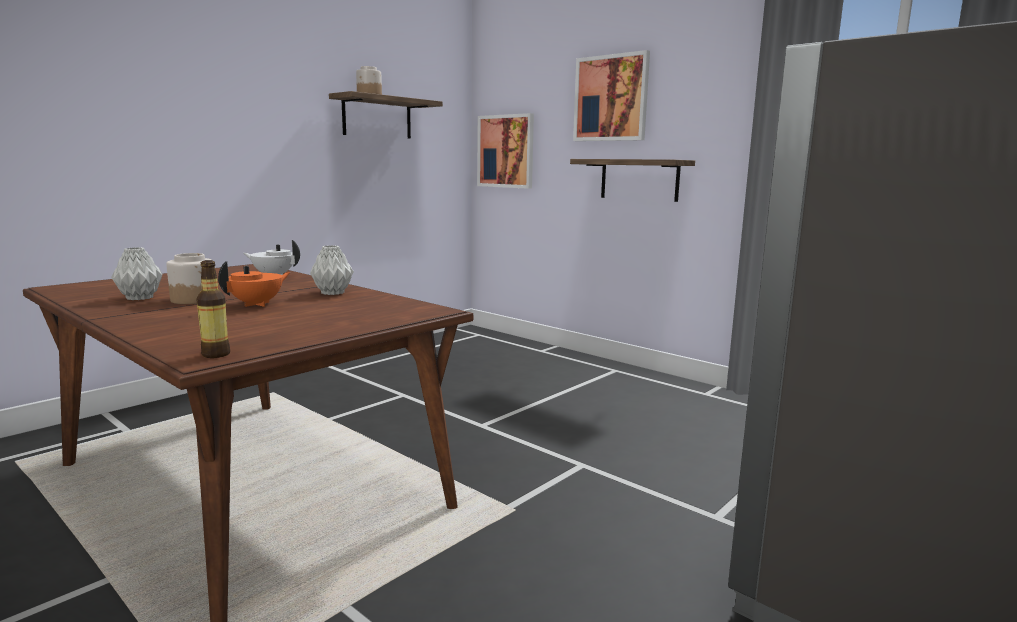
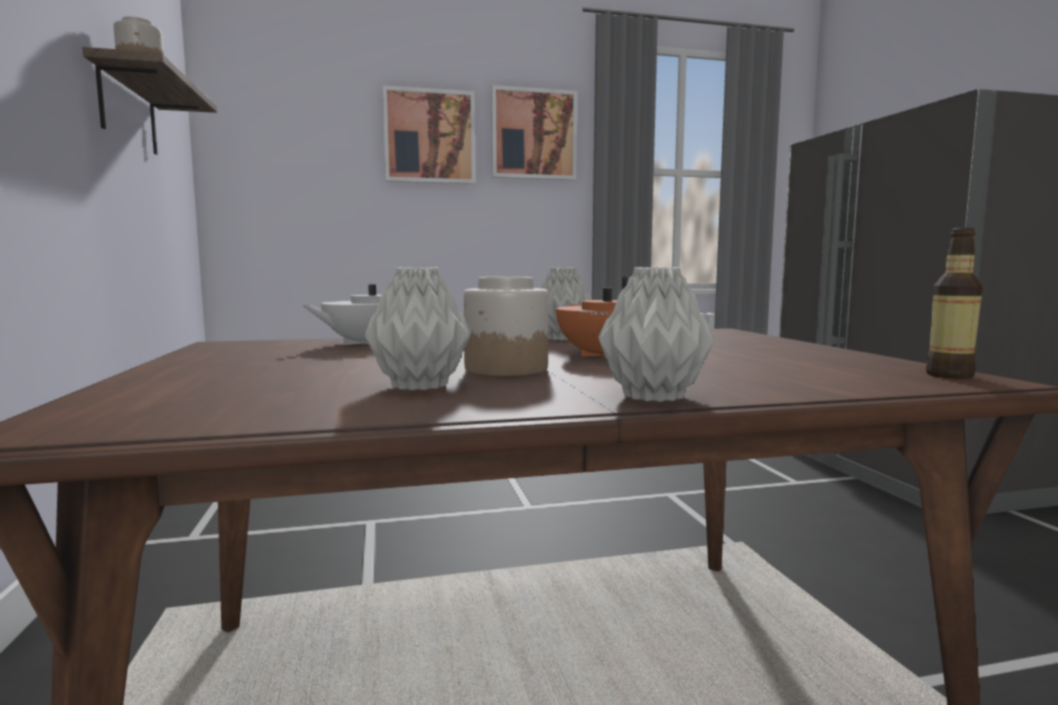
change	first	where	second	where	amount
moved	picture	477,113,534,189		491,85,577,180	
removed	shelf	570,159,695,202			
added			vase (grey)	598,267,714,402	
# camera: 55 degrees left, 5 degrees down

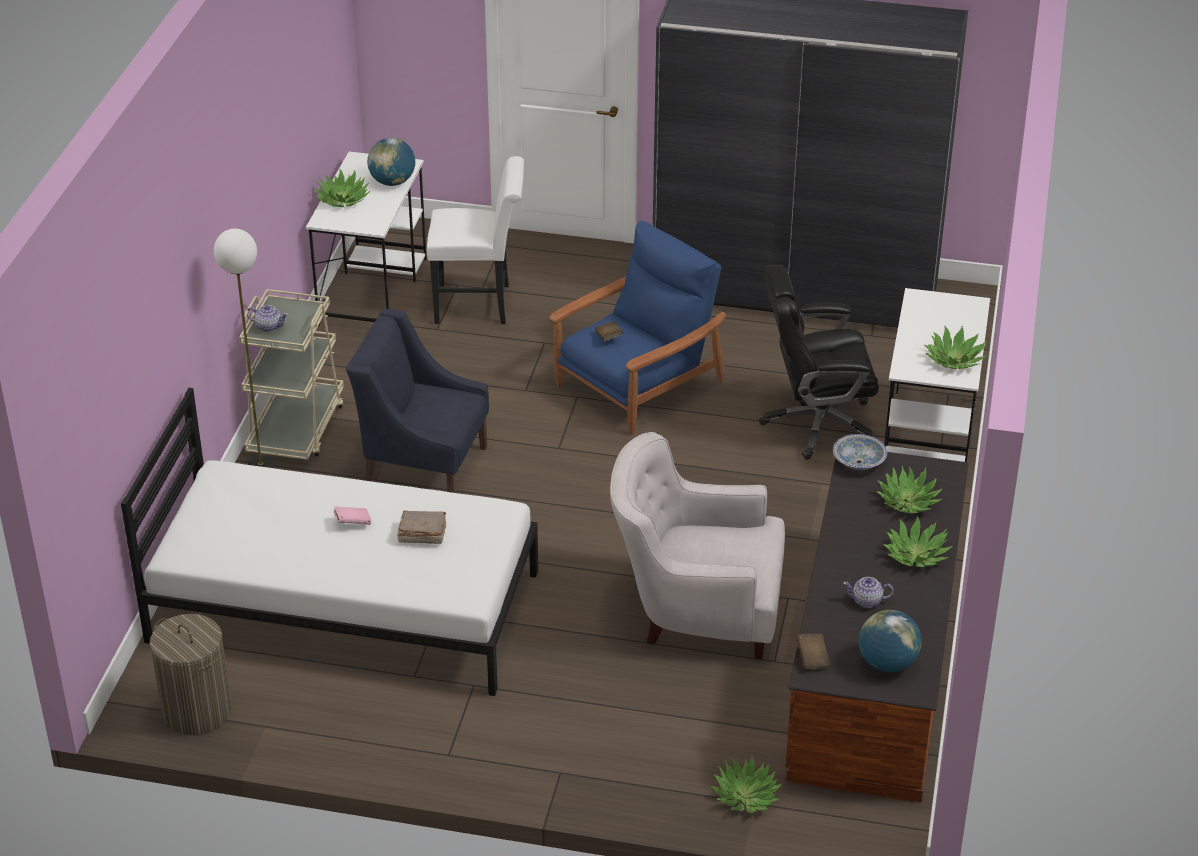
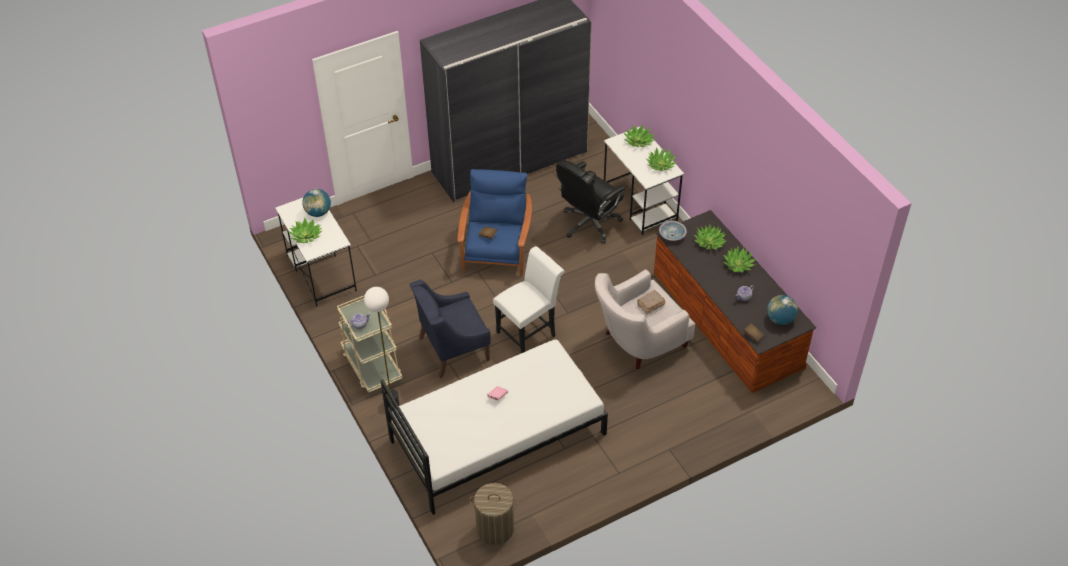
change	first	where	second	where	amount
moved	chair (white)	427,156,524,324		493,246,565,353	
moved	book (brown)	397,510,446,544		637,290,666,314	
moved	potted plant	710,757,782,813		623,125,655,147	
# camera: 40 degrees left, 10 degrees up

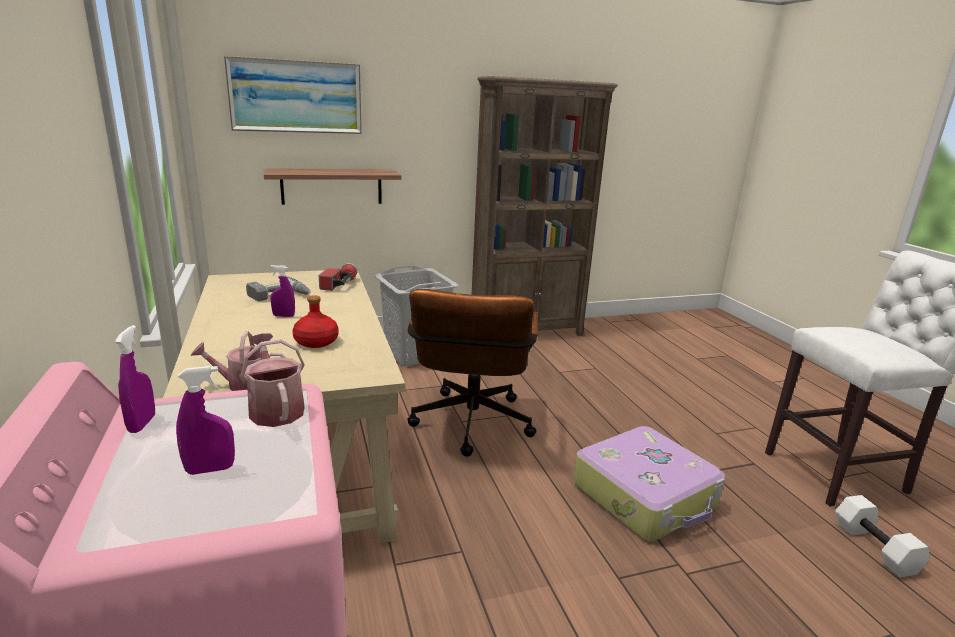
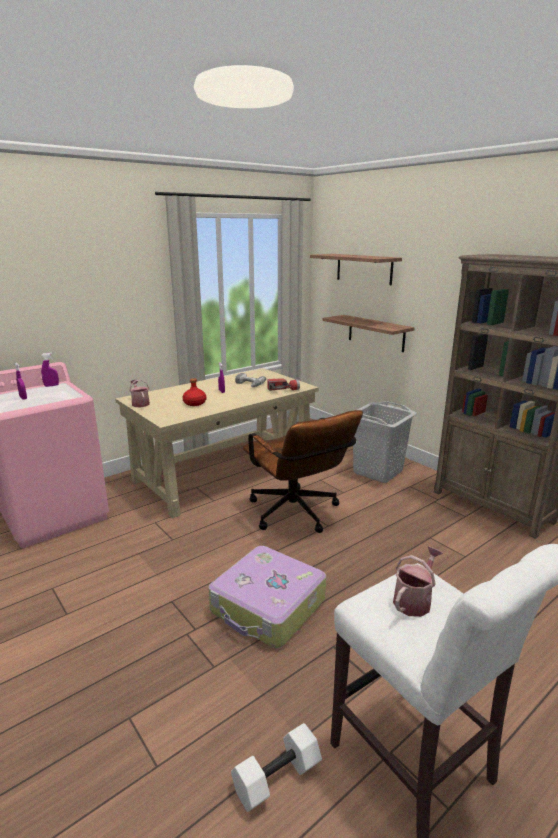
change	first	where	second	where	amount
replaced	picture	224,56,362,134	shelf	310,254,402,285	
turned	office chair (brown)	407,289,538,457		243,410,363,533	105 degrees counterclockwise
moved	watering can	241,333,305,427		393,546,443,617	
# camera: 70 degrees right, 0 degrees up

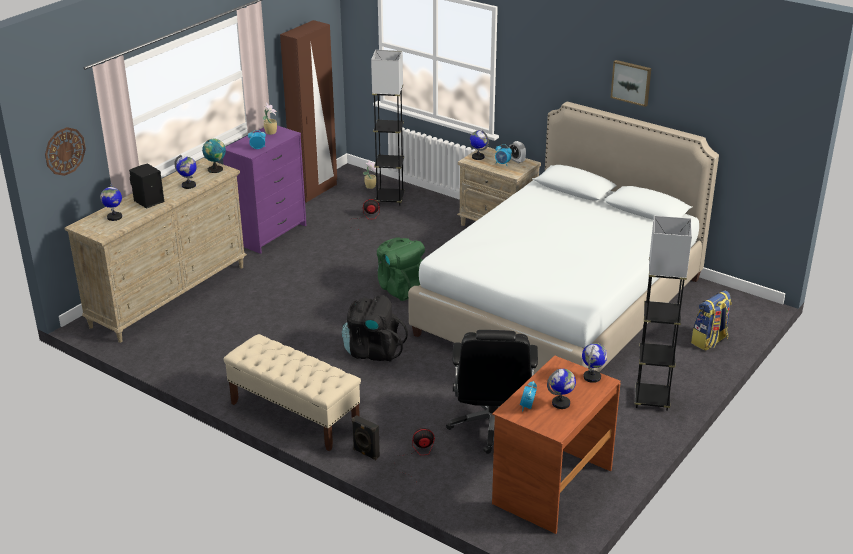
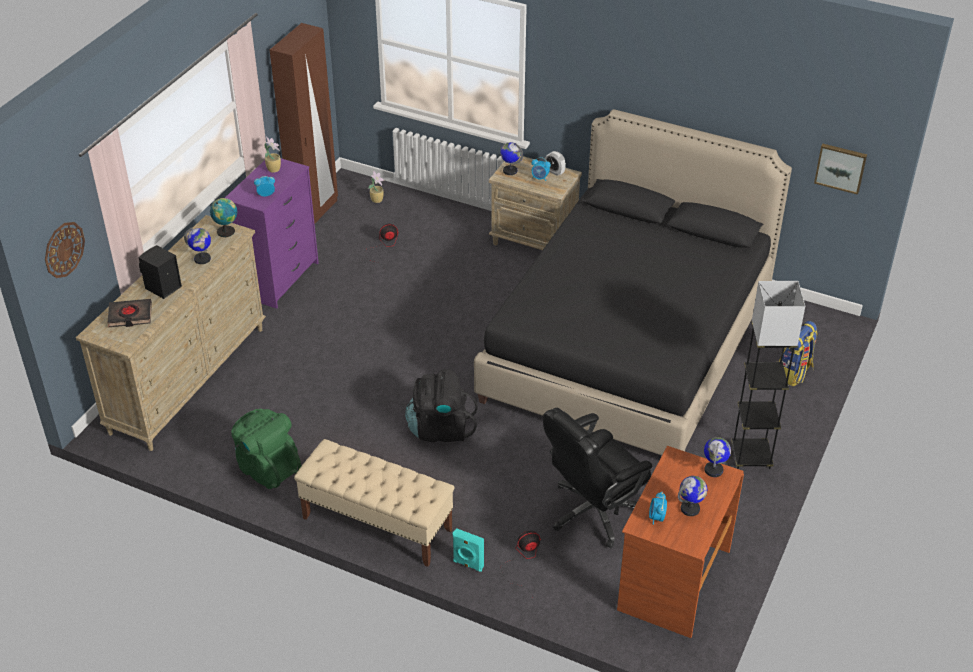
change	first	where	second	where	amount
removed	floor lamp (grey)	371,50,405,206			
moved	picture	611,60,651,107		814,144,867,195	
recoloured	bed (white)	408,102,719,374	bed (black)	474,109,792,455	
replaced	globe	100,183,122,221	book (black)	108,299,152,327	
moved	backpack (green)	377,237,425,301		231,409,301,489	
turned	office chair (black)	446,330,538,454		543,408,652,548	60 degrees clockwise
recoloured	speaker (black)	352,415,380,460	speaker (turquoise)	453,528,484,572	
# camera: 10 degrees left, 10 degrees up

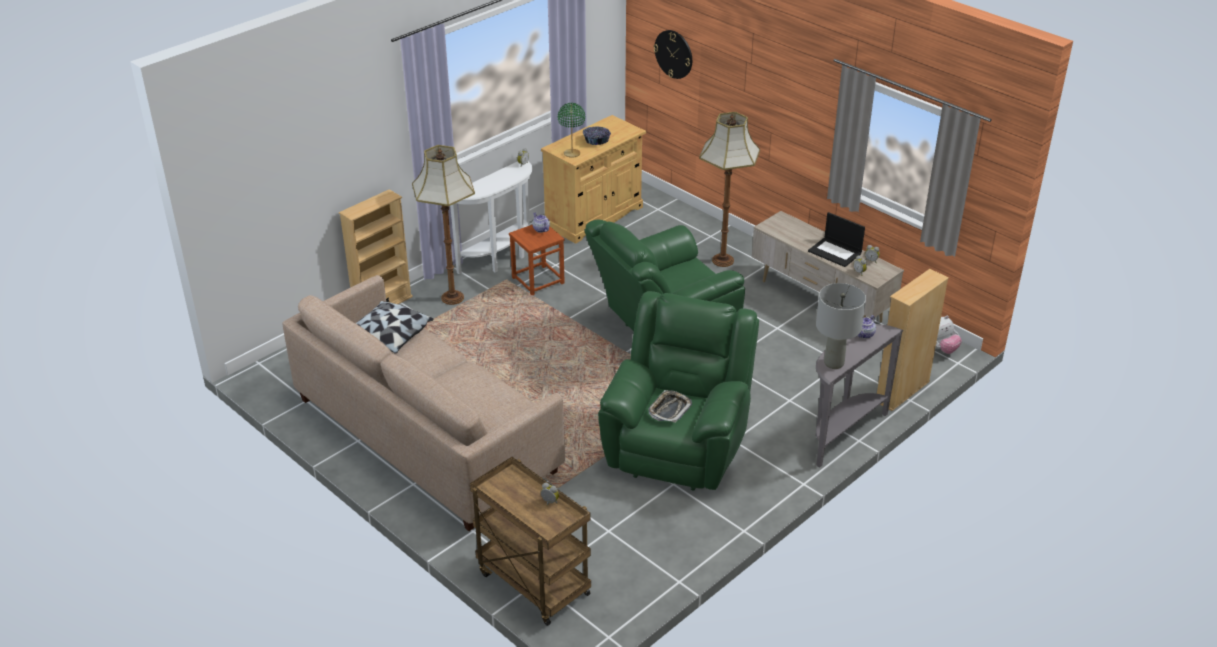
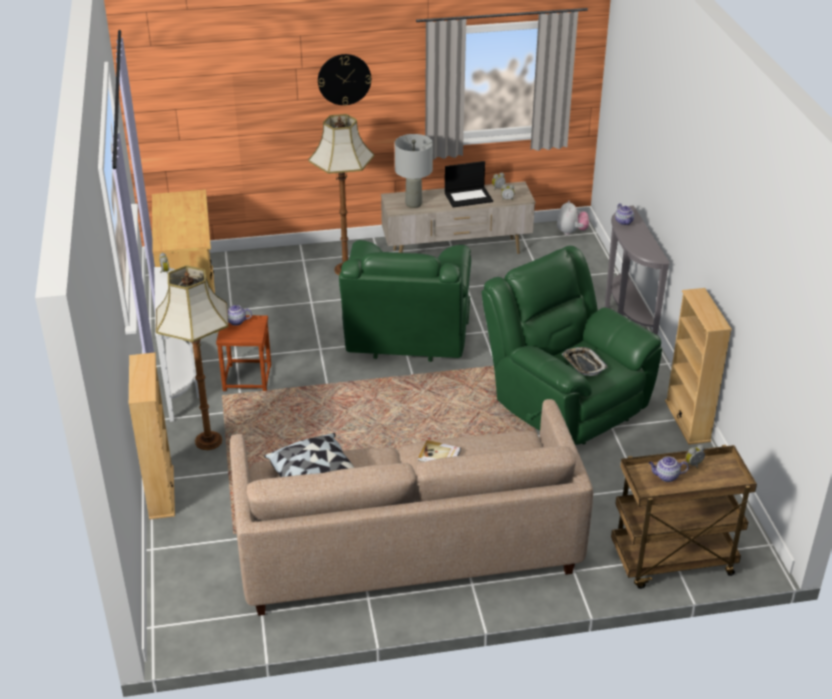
change	first	where	second	where	amount
moved	wall clock	654,30,692,79		318,54,371,106	
removed	table lamp (green)	558,103,585,158			
removed	bowl	583,126,611,145			
moved	bookcase (beige)	877,269,949,411		665,288,732,445	
moved	table lamp (grey)	816,283,866,369		395,134,433,208	
added			book	418,440,461,462	
added			teapot	649,456,689,482	
# camera: 55 degrees left, 0 degrees up

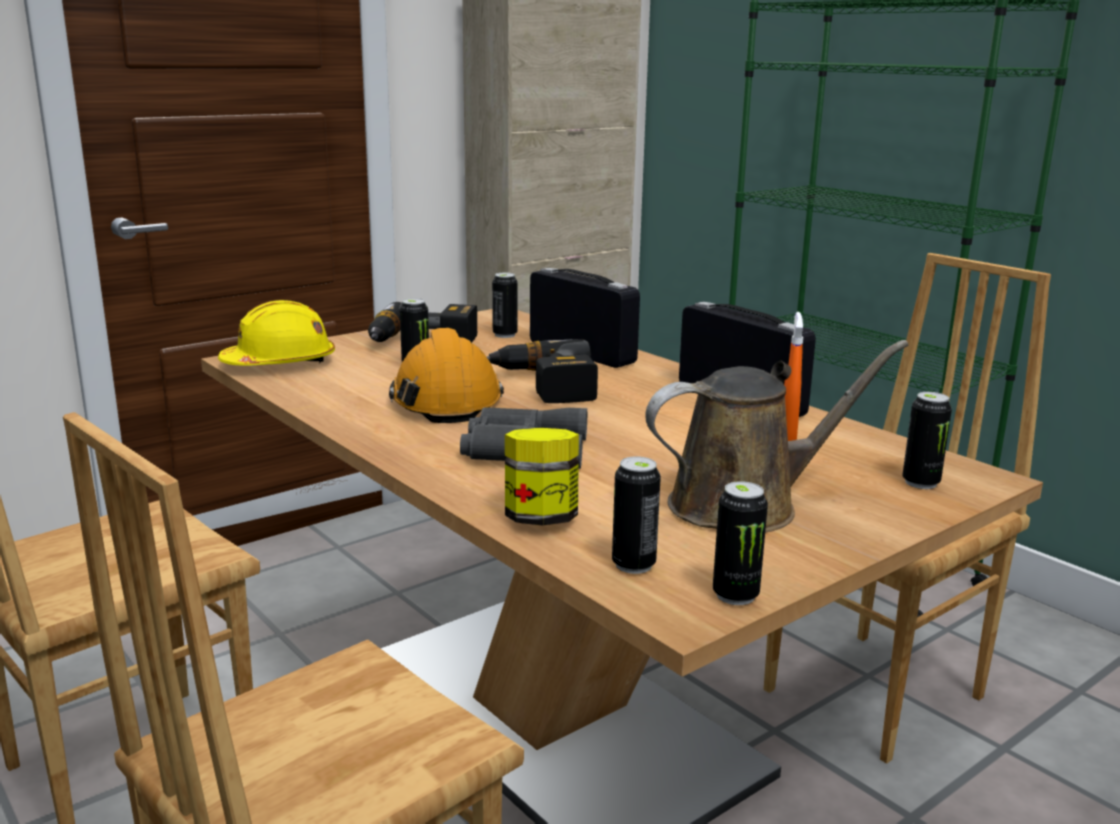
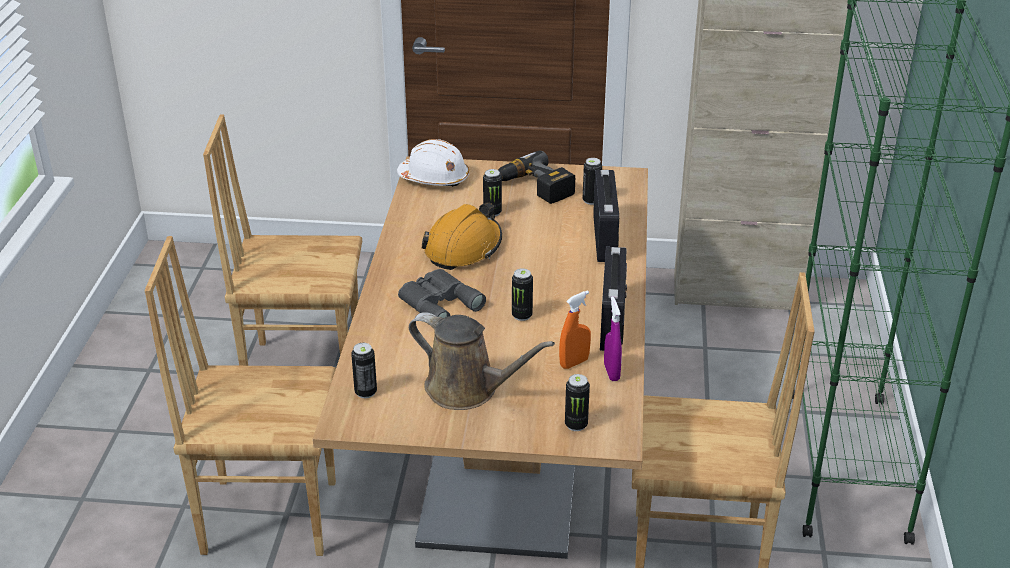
change	first	where	second	where	amount
recoloured	hard hat (yellow)	218,300,335,366	hard hat (white)	397,139,469,187	
removed	power drill	487,339,598,403			
removed	jar	505,428,579,525			
moved	can	713,481,768,605		512,268,533,321	
added			spray bottle (purple)	604,297,622,381	
# camera: 45 degrees right, 15 degrees up

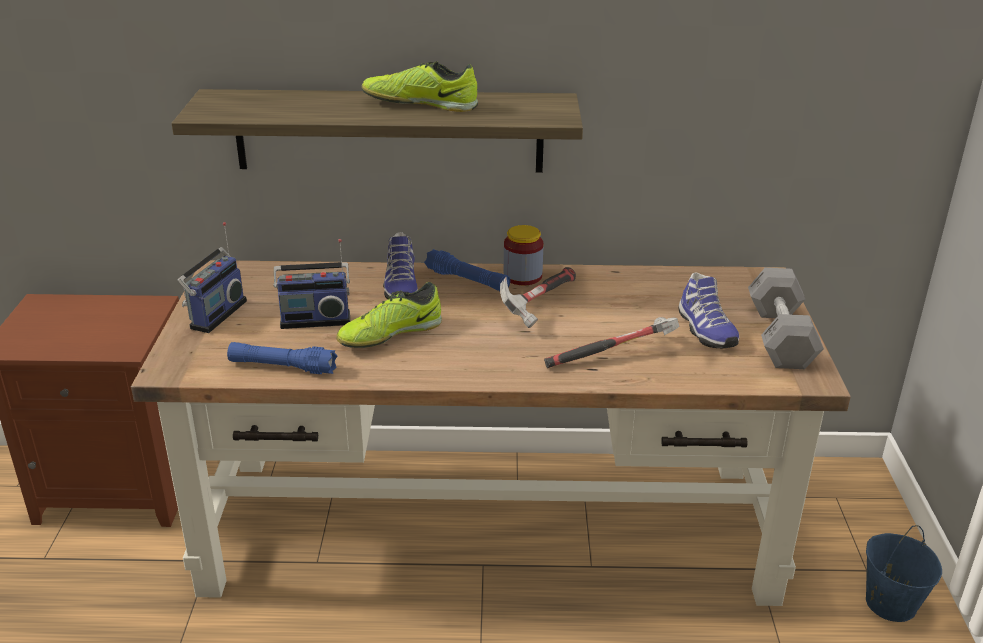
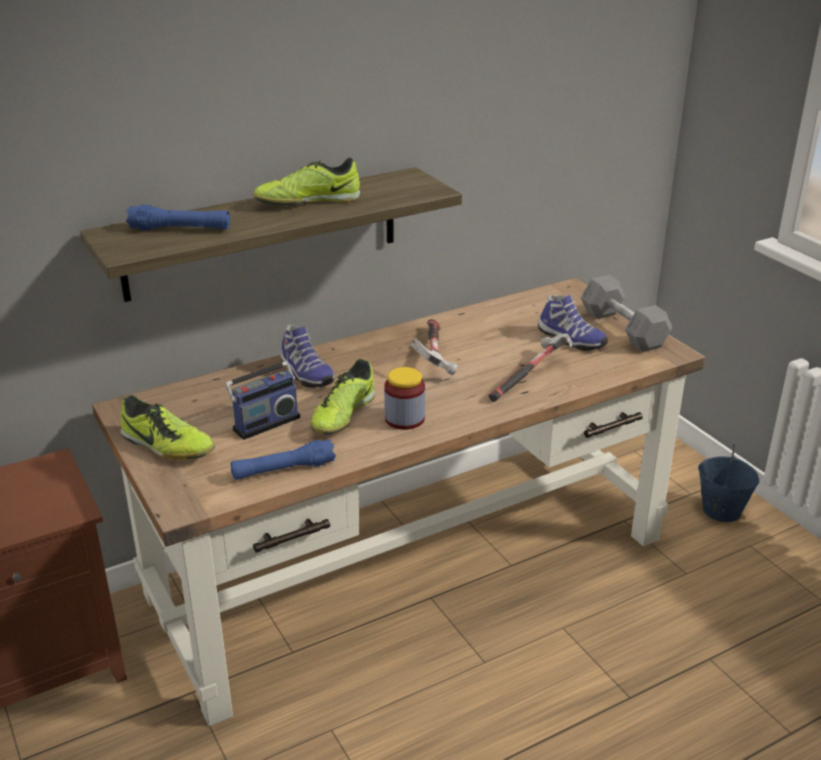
change	first	where	second	where	amount
replaced	radio	178,222,247,333	shoe	120,395,215,460	
moved	jar	504,225,543,285		384,367,425,430	
moved	flashlight (blue)	424,249,510,291		126,205,230,230	
# camera: 30 degrees left, 0 degrees up

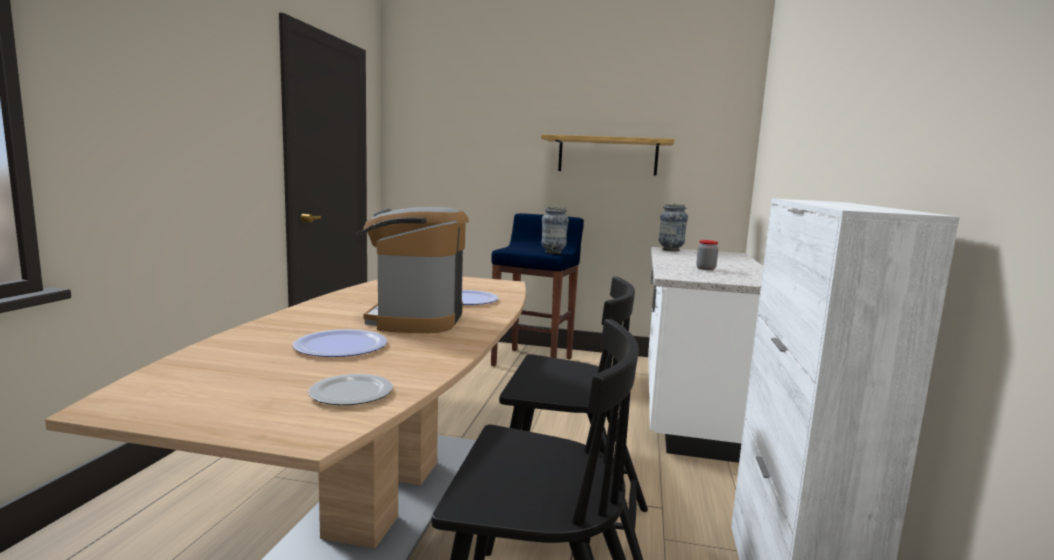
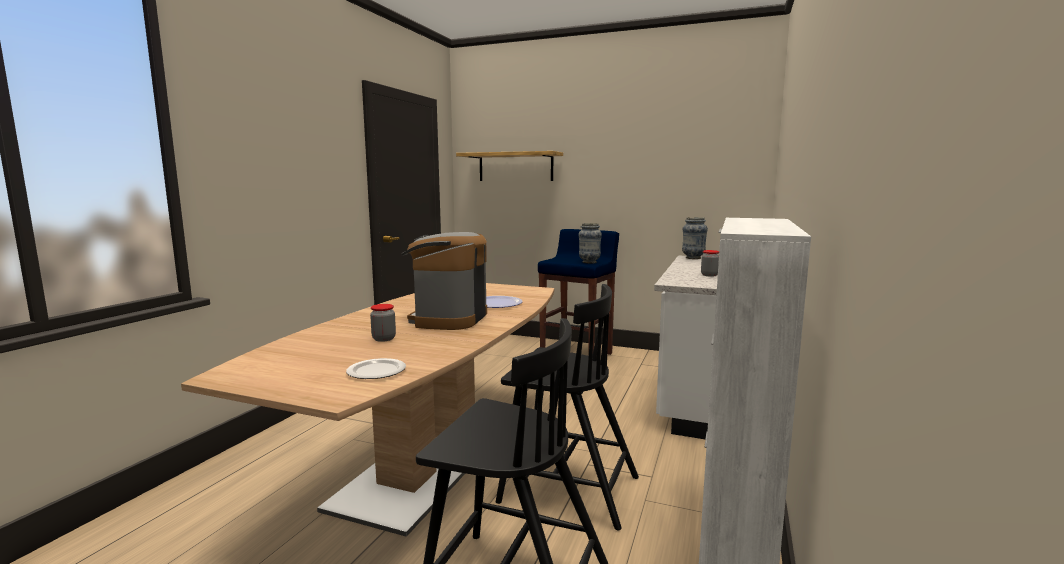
change	first	where	second	where	amount
moved	shelf	541,134,675,175		456,151,563,181	
replaced	plate	292,329,387,357	jar	370,304,396,342	
# camera: 10 degrees right, 0 degrees up

